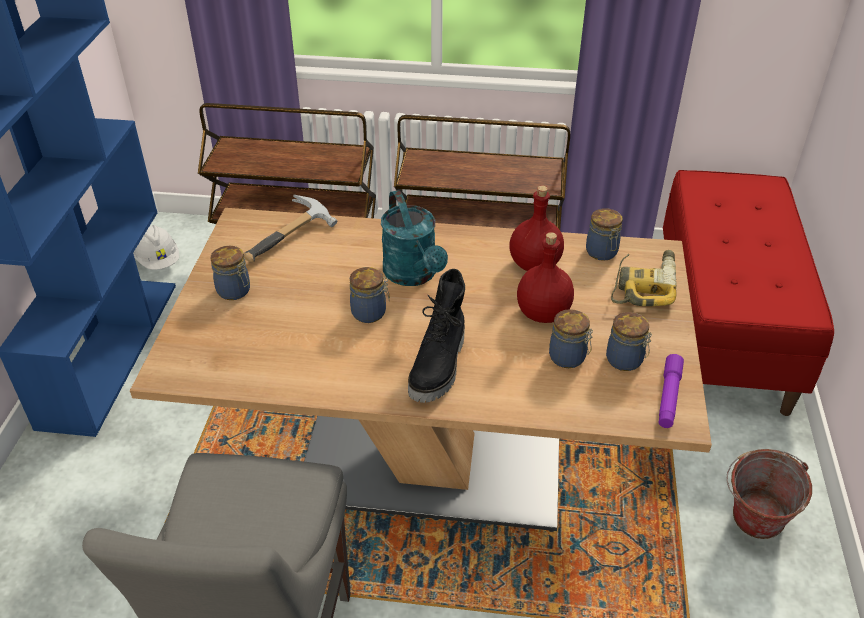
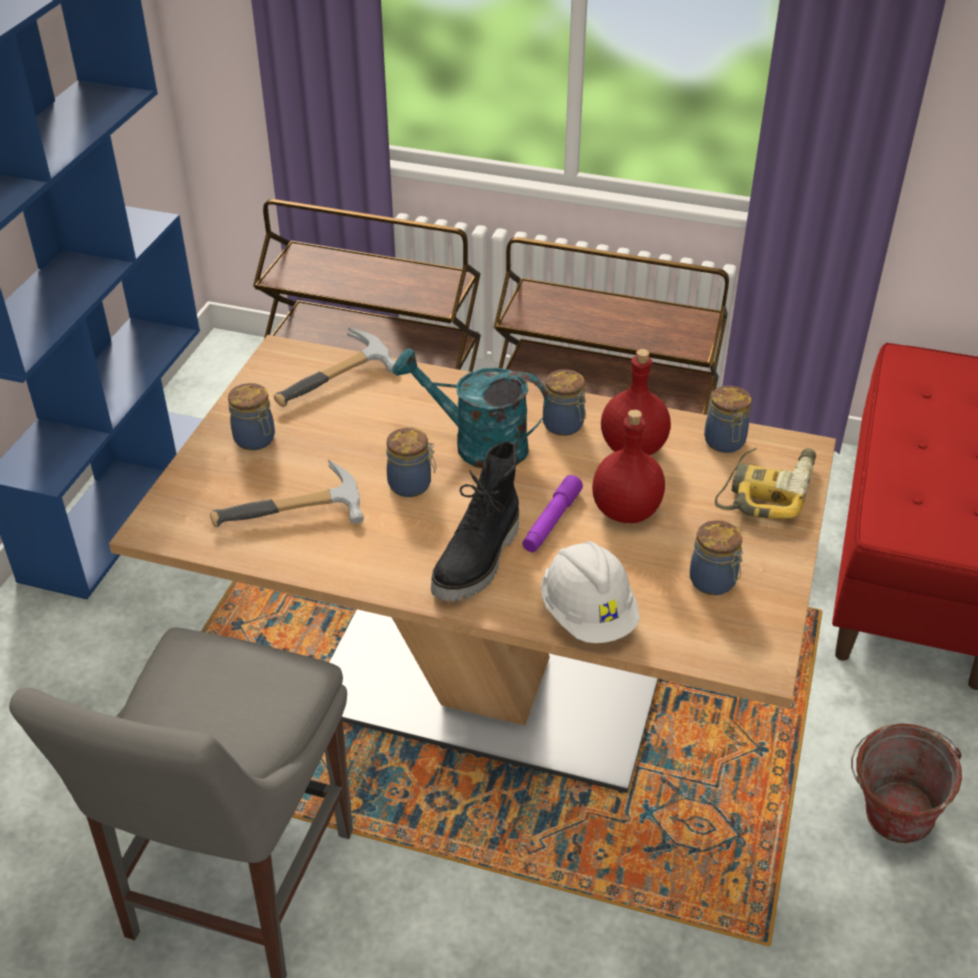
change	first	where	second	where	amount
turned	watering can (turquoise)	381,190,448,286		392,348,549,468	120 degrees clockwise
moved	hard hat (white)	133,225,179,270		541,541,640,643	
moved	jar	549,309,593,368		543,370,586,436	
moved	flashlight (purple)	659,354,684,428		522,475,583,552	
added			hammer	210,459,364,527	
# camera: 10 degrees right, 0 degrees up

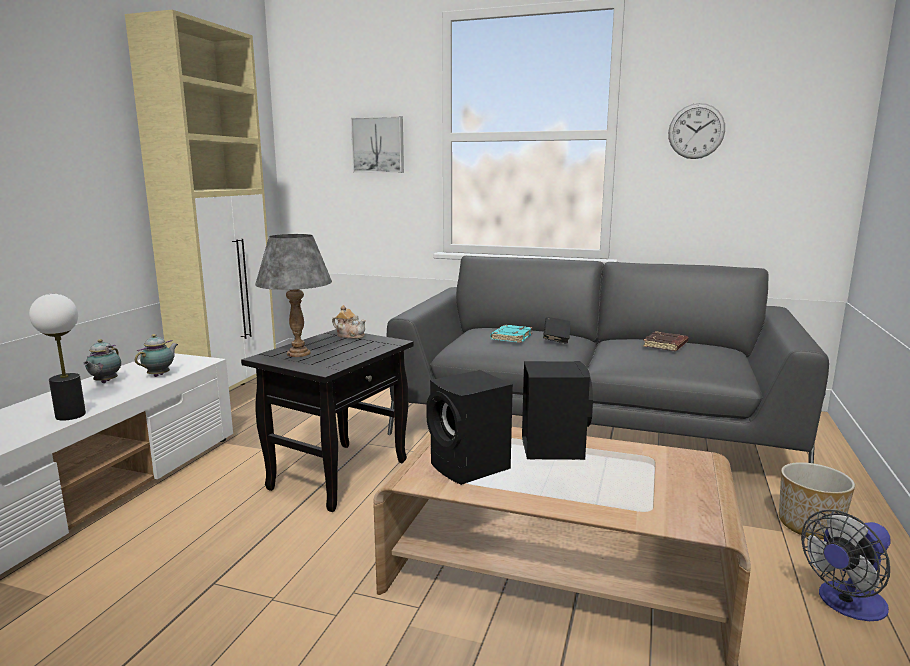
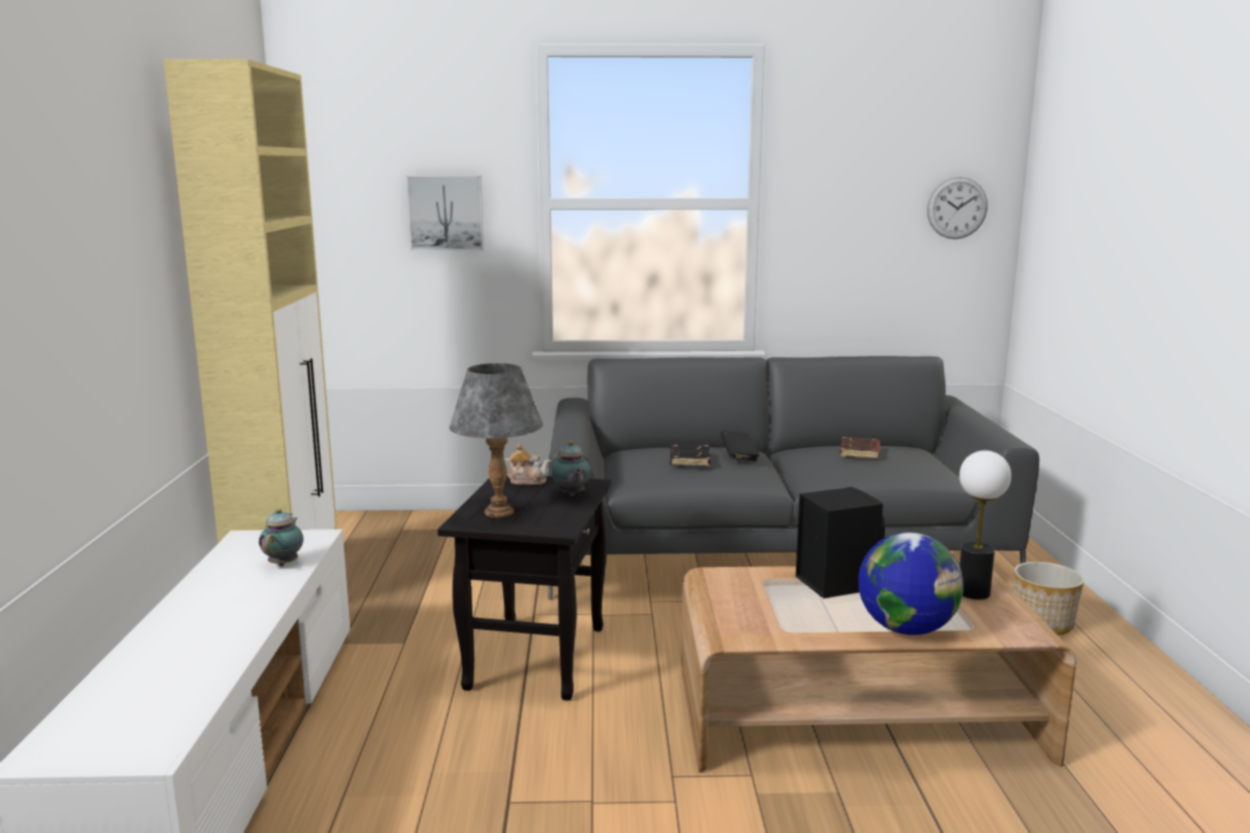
change	first	where	second	where	amount
moved	wall clock	668,103,725,159		927,177,988,239	
moved	table lamp	29,294,86,421		959,450,1011,600	
recoloured	book (turquoise)	490,325,532,343	book (black)	670,444,710,466	
moved	teapot	83,339,121,383		551,441,591,496	
removed	speaker (black)	426,370,513,485			
removed	fan	801,510,891,621			
added			globe	858,532,964,635	
# camera: 20 degrees left, 0 degrees up

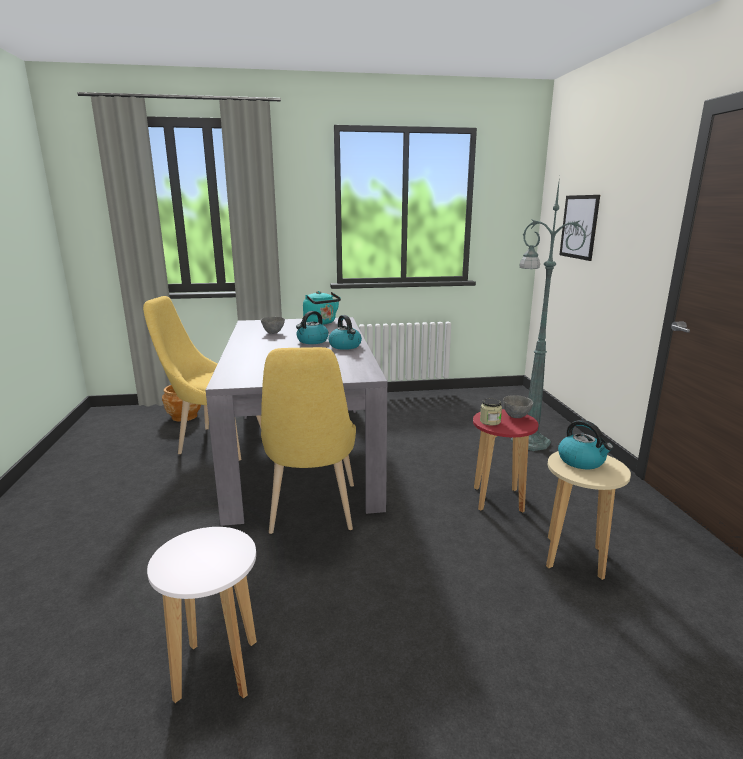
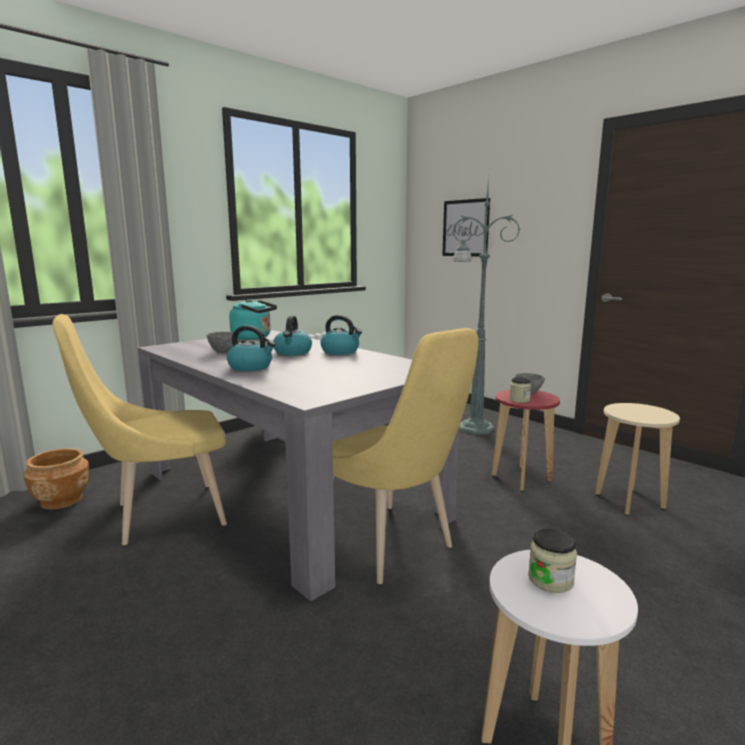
change	first	where	second	where	amount
moved	kettle	558,420,613,469		227,325,275,371	
added			jar	528,529,577,593	
# camera: 35 degrees left, 5 degrees down

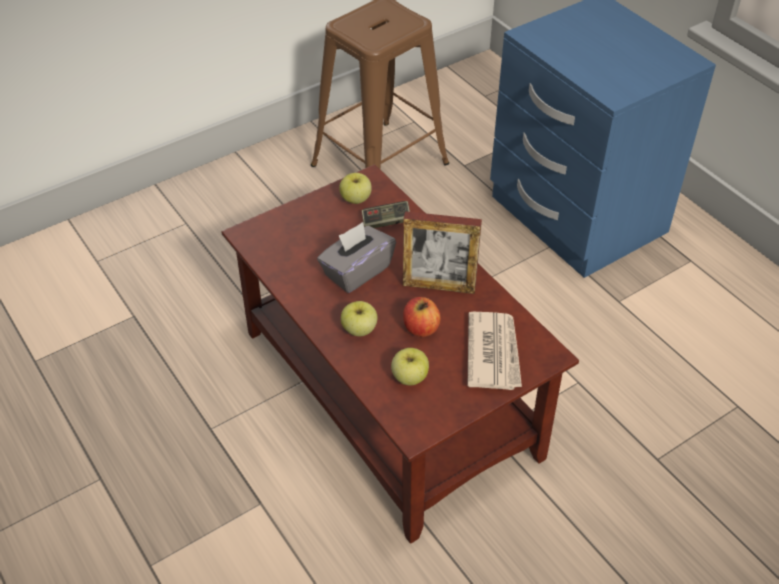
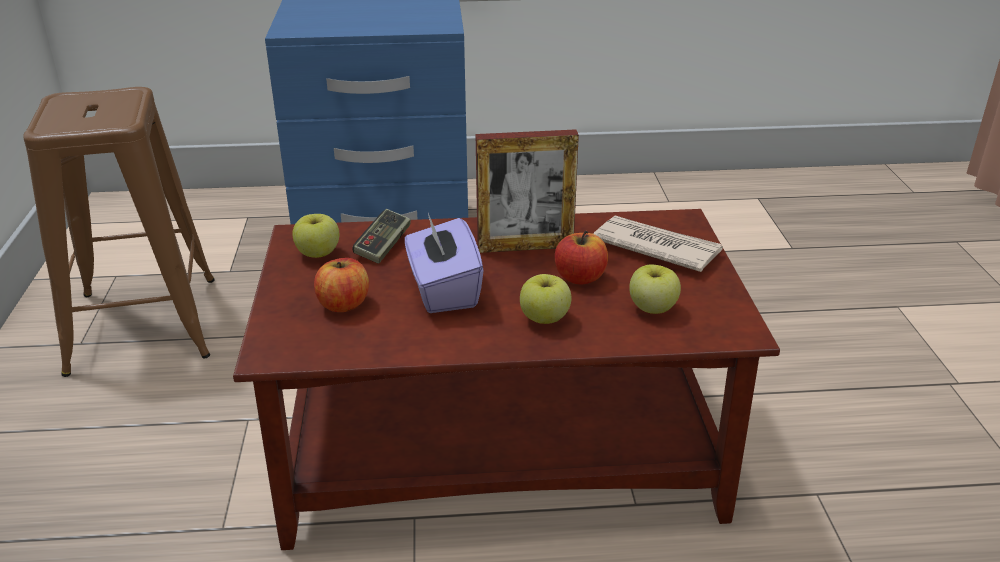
change	first	where	second	where	amount
turned	picture frame	403,211,482,294		476,129,579,253	45 degrees clockwise
recoloured	tissue box (grey)	317,222,396,293	tissue box (purple)	405,213,484,313	
added			apple	314,258,369,312	
# camera: 60 degrees left, 15 degrees down

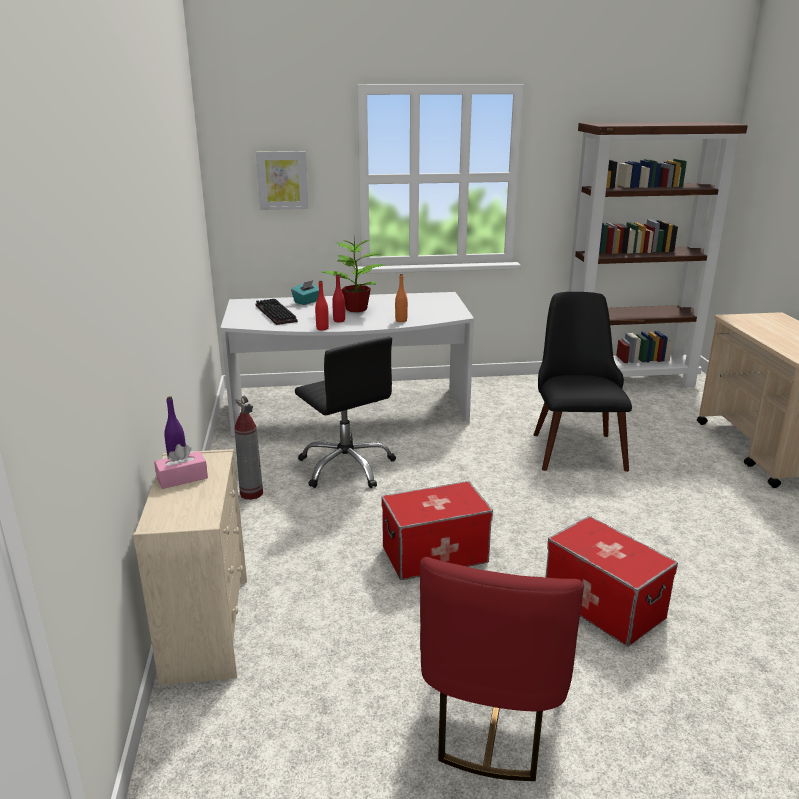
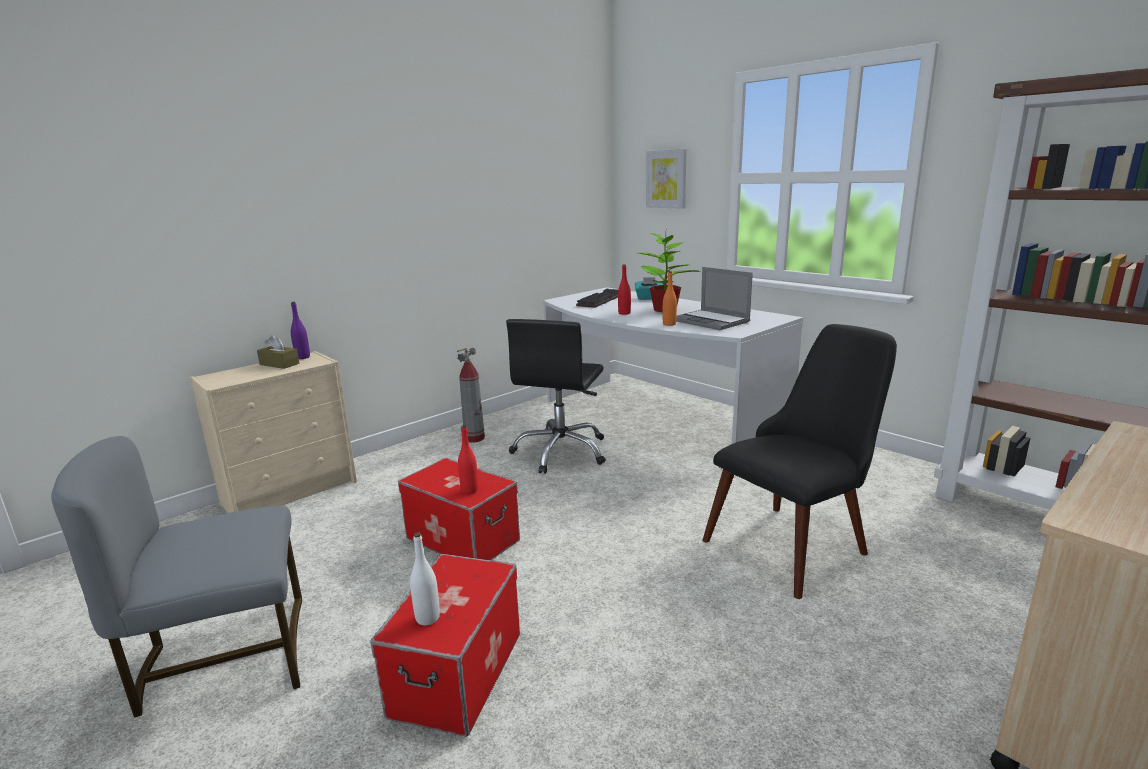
change	first	where	second	where	amount
moved	bottle (red)	315,281,329,330		458,425,478,494	
recoloured	tissue box (pink)	154,444,208,489	tissue box (brown)	257,335,299,369	
recoloured	chair (red)	420,557,584,781	chair (grey)	51,436,302,718	
added			laptop	676,267,753,330	
added			bottle (white)	410,532,440,625	
# camera: 55 degrees right, 5 degrees down

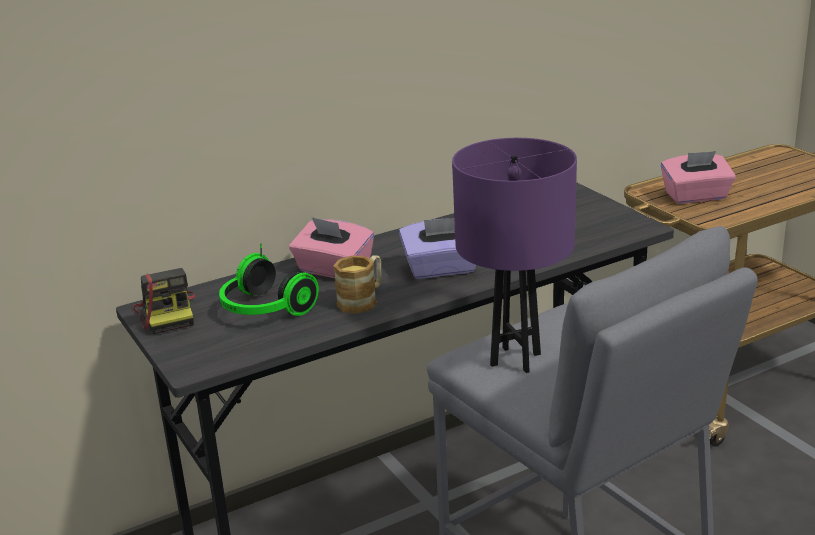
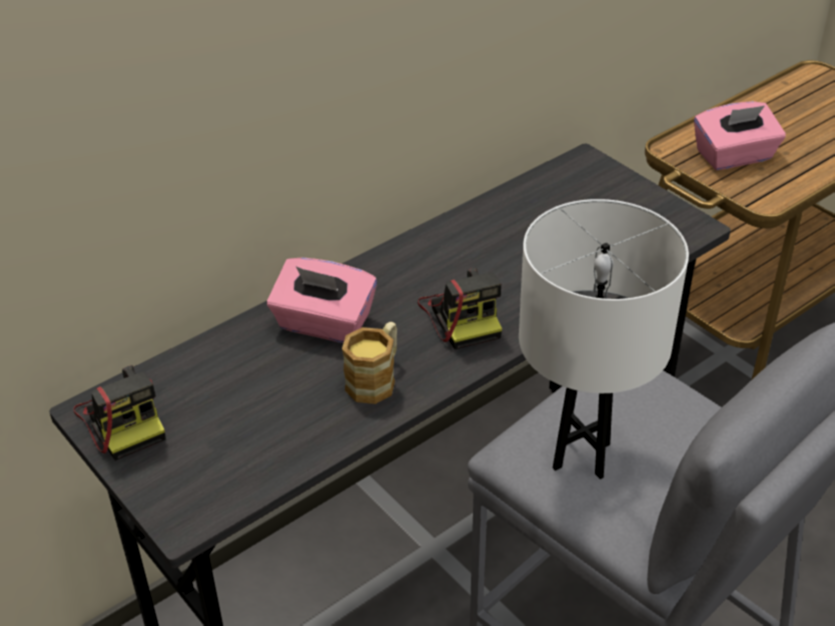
change	first	where	second	where	amount
recoloured	table lamp (purple)	452,138,577,373	table lamp (white)	519,199,689,479	
replaced	tissue box (purple)	399,218,476,279	photo camera	418,268,502,350	
removed	headphones	219,243,319,316			
# camera: 10 degrees left, 15 degrees up

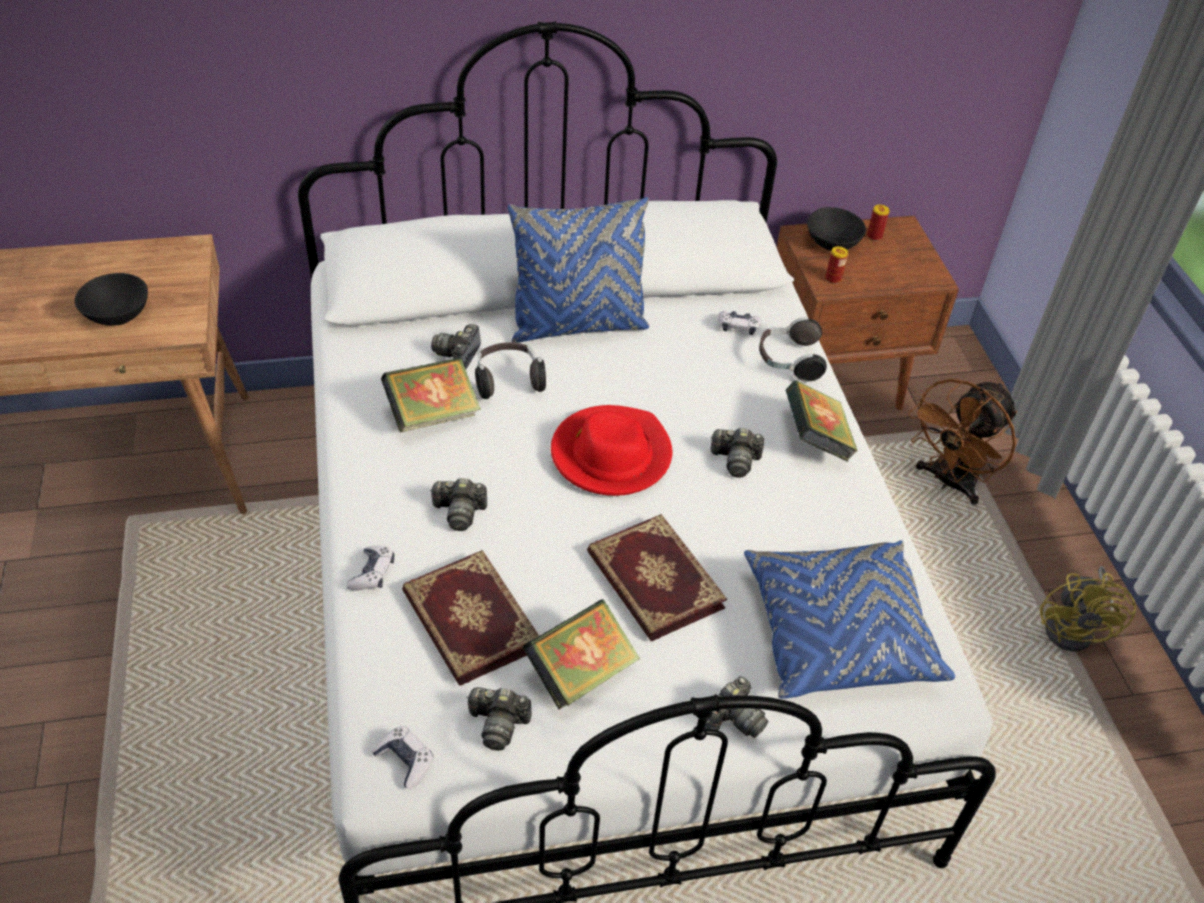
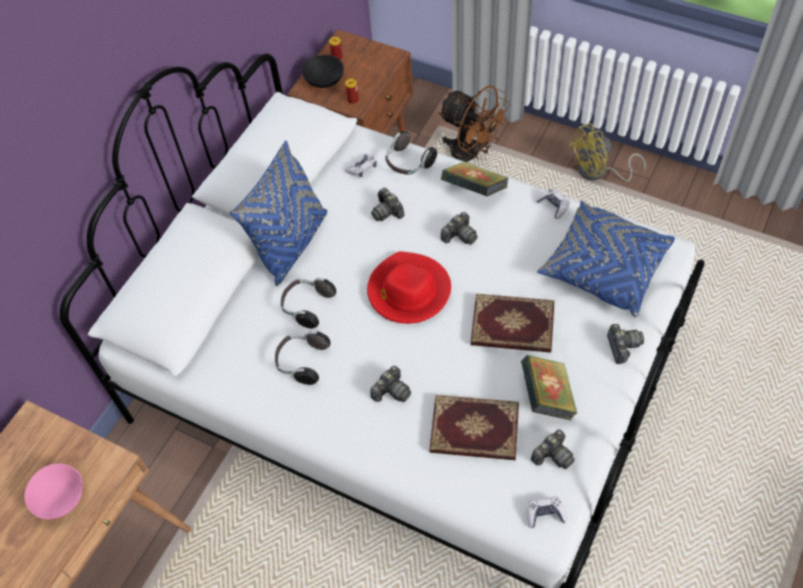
change	first	where	second	where	amount
recoloured	bowl (black)	74,273,148,326	bowl (pink)	24,463,83,519	
moved	photo camera	431,324,481,370		371,188,405,221	
replaced	book	381,357,481,432	headphones	275,331,330,385	
turned	fan (brown)	908,379,1017,505		438,85,510,162	45 degrees counterclockwise
moved	game controller	346,546,395,591		536,188,570,219	
turned	fan (yellow)	1040,566,1136,652		569,123,646,182	105 degrees clockwise
# camera: 45 degrees left, 10 degrees up

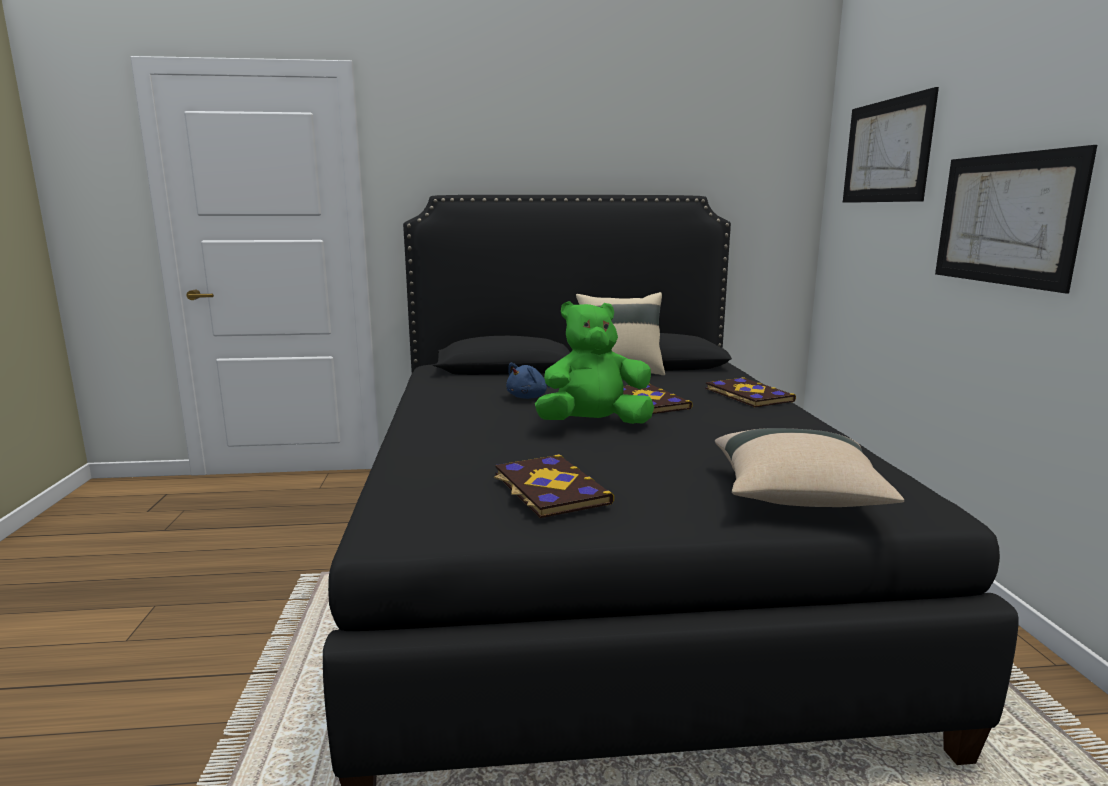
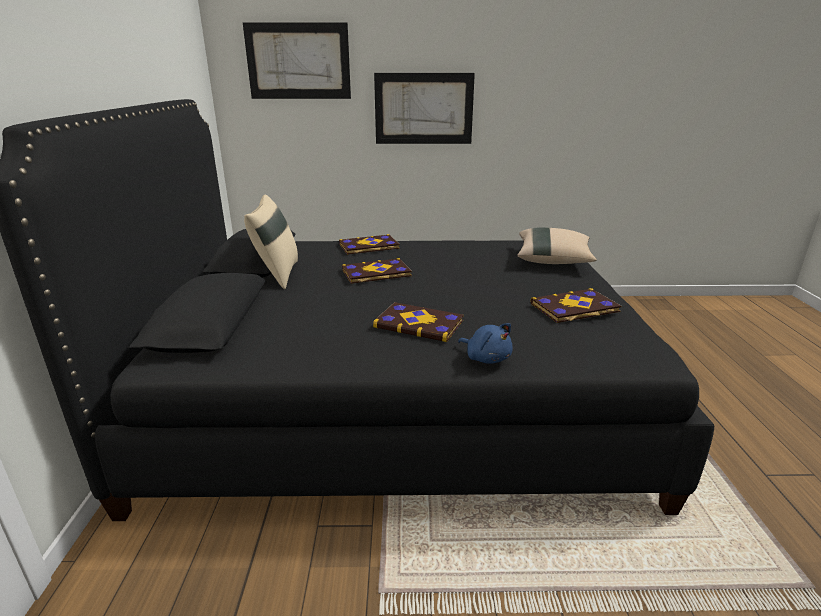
change	first	where	second	where	amount
removed	plush toy (green)	535,301,654,424			
moved	plush toy (blue)	506,362,550,399		458,323,513,364	
added			book	373,302,463,342	
# camera: 85 degrees left, 10 degrees up

